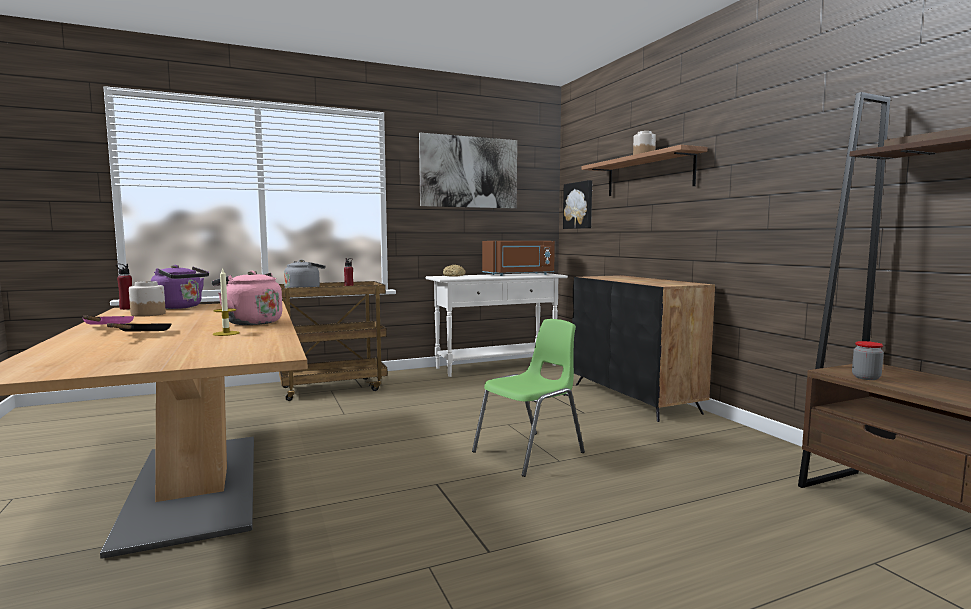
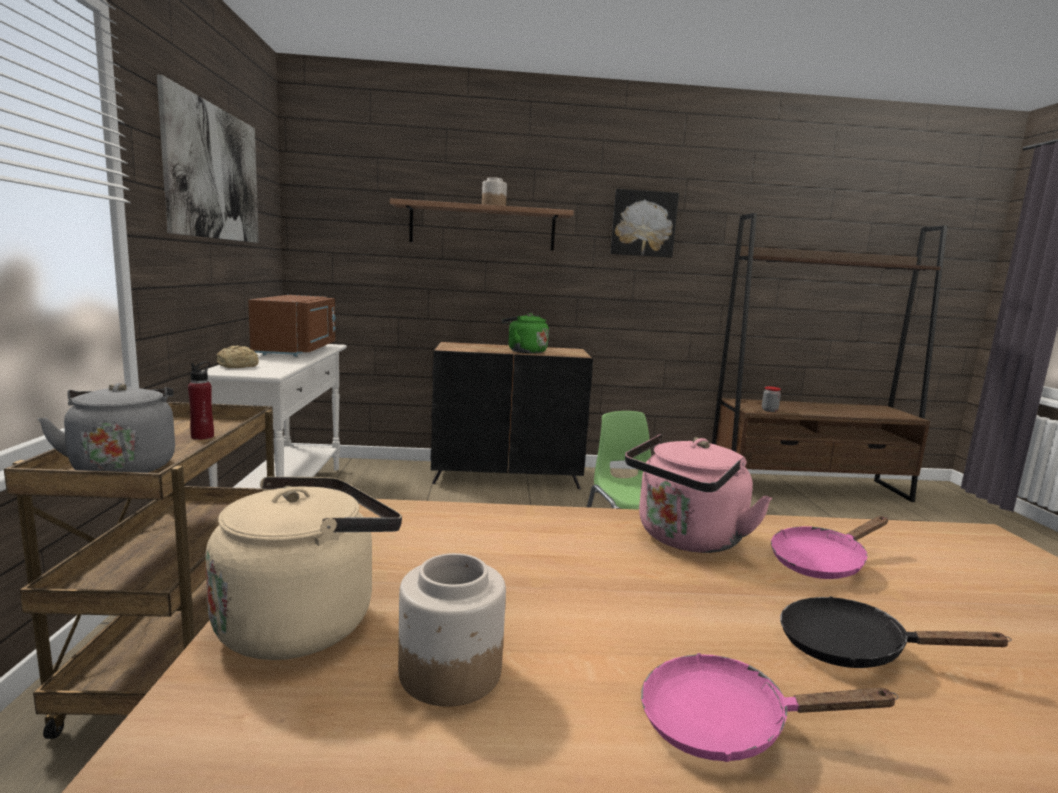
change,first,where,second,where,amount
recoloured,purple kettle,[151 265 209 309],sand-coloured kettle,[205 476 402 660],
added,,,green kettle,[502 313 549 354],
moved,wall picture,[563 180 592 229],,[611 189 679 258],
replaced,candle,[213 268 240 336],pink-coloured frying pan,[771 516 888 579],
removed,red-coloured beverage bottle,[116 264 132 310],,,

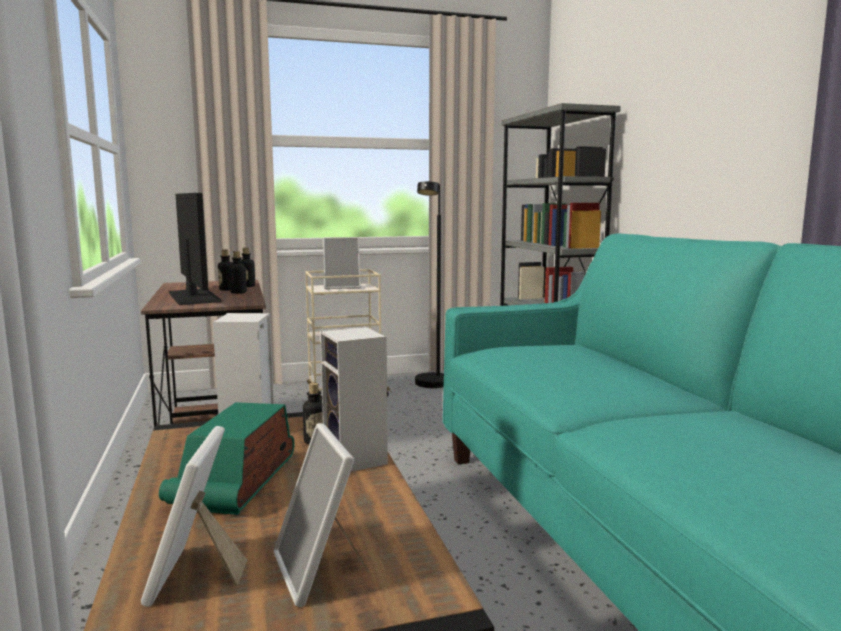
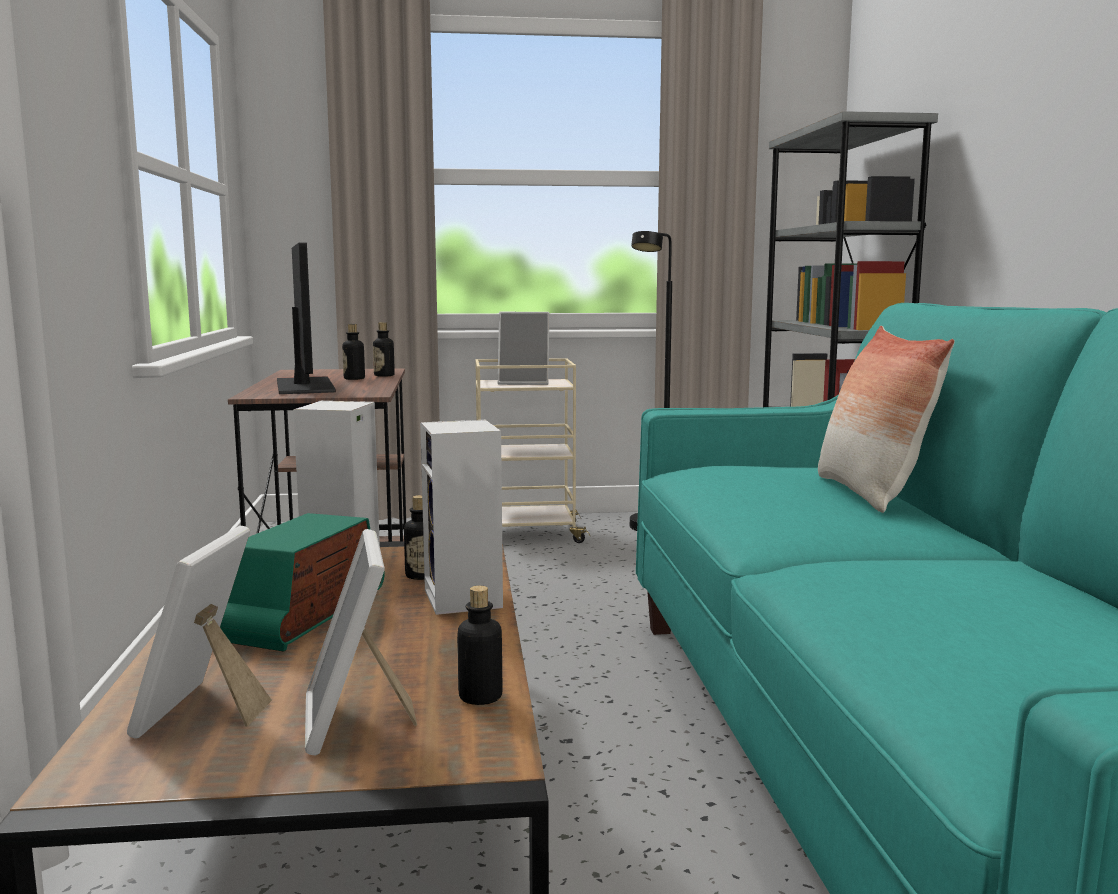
change,first,where,second,where,amount
moved,beverage bottle,[229 251 247 294],,[457 586 502 705],
added,,,throw pillow,[818 326 955 513],

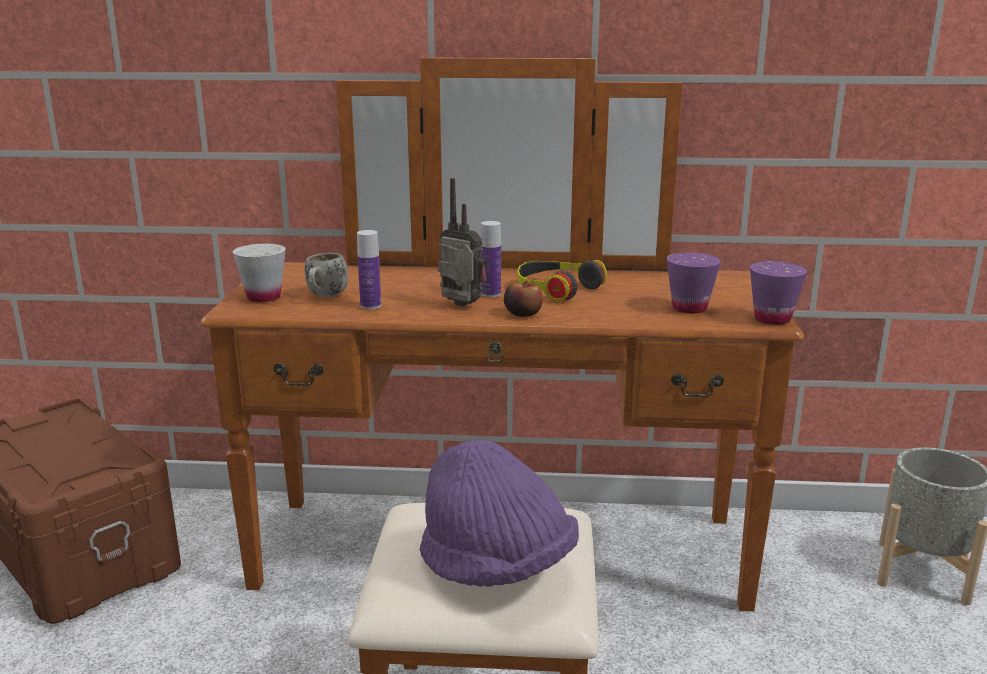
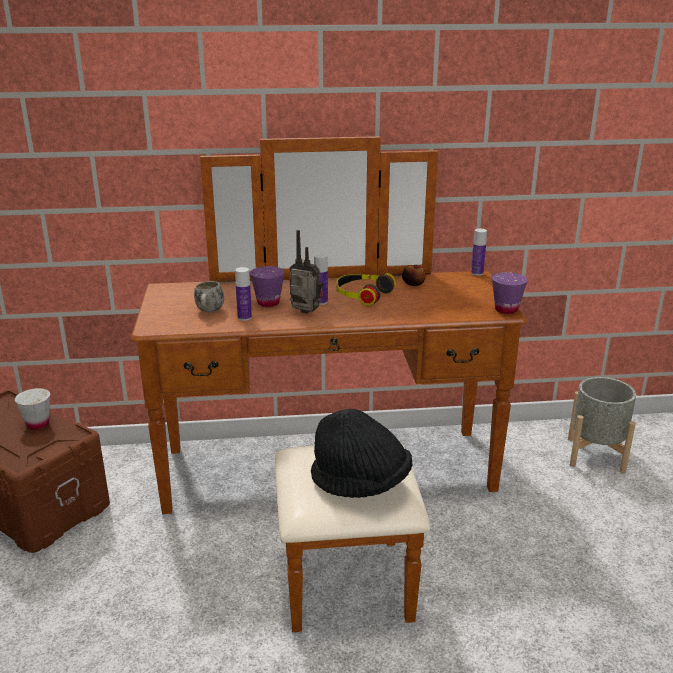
change,first,where,second,where,amount
moved,whitish drinking cup,[233 244 286 302],,[15 388 50 429],
moved,purple drinking cup,[666 252 721 314],,[250 266 285 307],
recoloured,purple clothing hat,[420 440 579 587],blackish clothing hat,[311 409 413 498],
moved,whole apple,[504 281 543 317],,[402 265 426 286],
added,,,beverage bottle,[471 229 487 276],

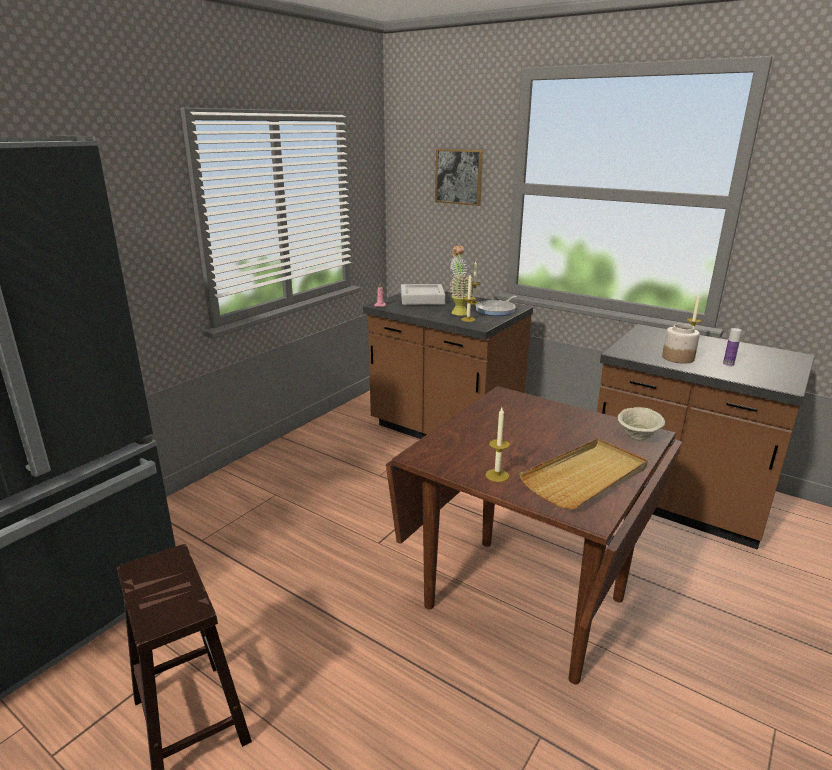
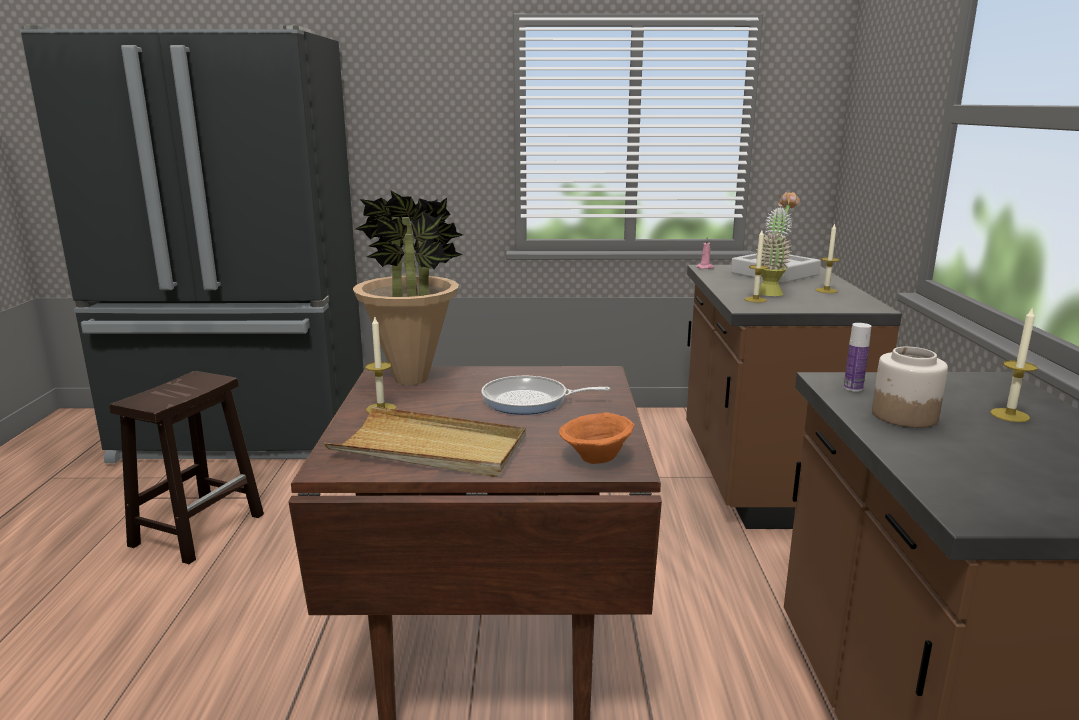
change,first,where,second,where,amount
added,,,potted plant,[353 191 463 385],
moved,frying pan,[475 296 517 316],,[482 376 611 415],
recoloured,sand-coloured serving bowl,[618 407 665 441],orange serving bowl,[559 412 634 464],
moved,beverage bottle,[723 328 742 366],,[844 323 871 392],
removed,wall picture,[435 149 483 206],,,

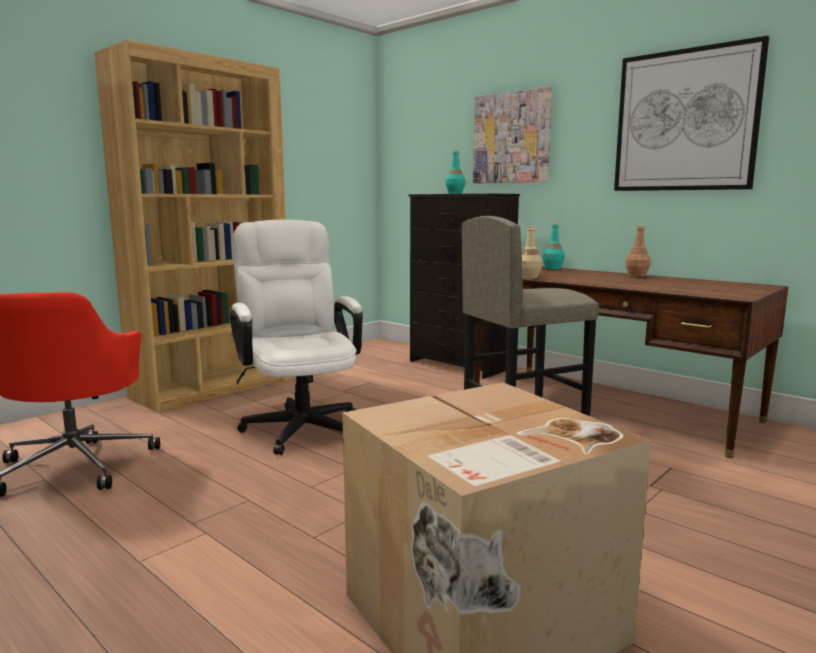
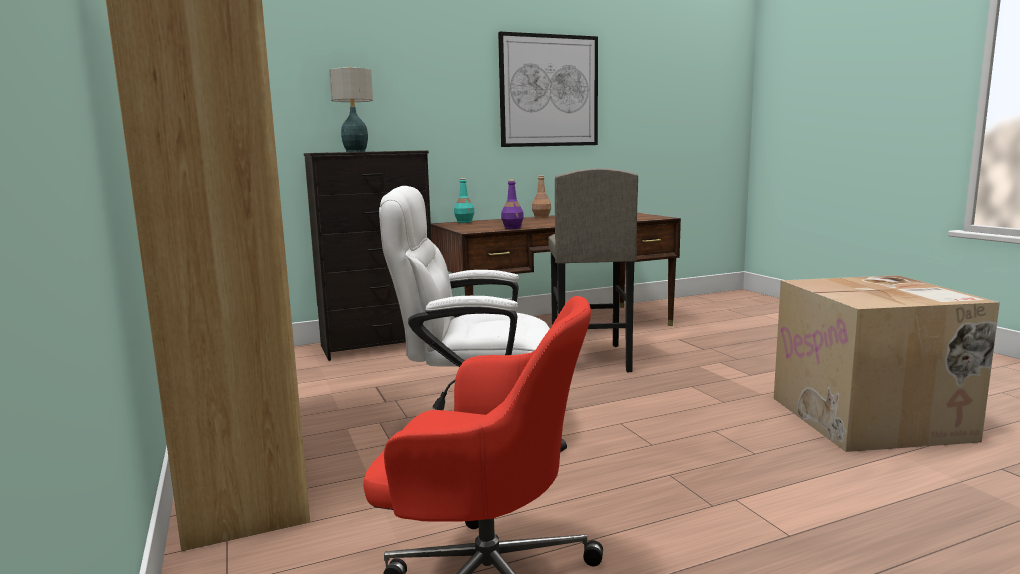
change,first,where,second,where,amount
replaced,turquoise-coloured beverage bottle,[446 150 465 194],tabletop lamp,[329 67 373 152],
recoloured,sand-coloured beverage bottle,[522 226 542 279],purple beverage bottle,[501 180 524 229],
removed,wall picture,[473 86 552 183],,,

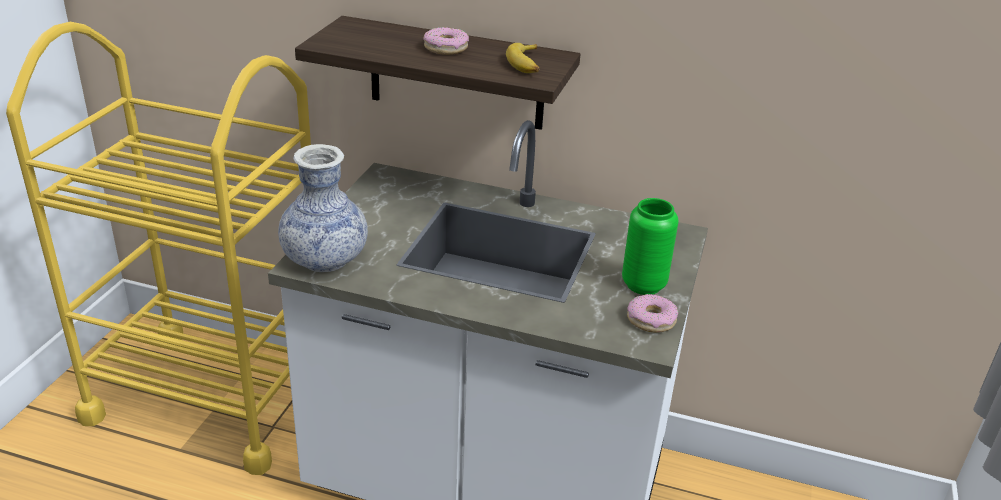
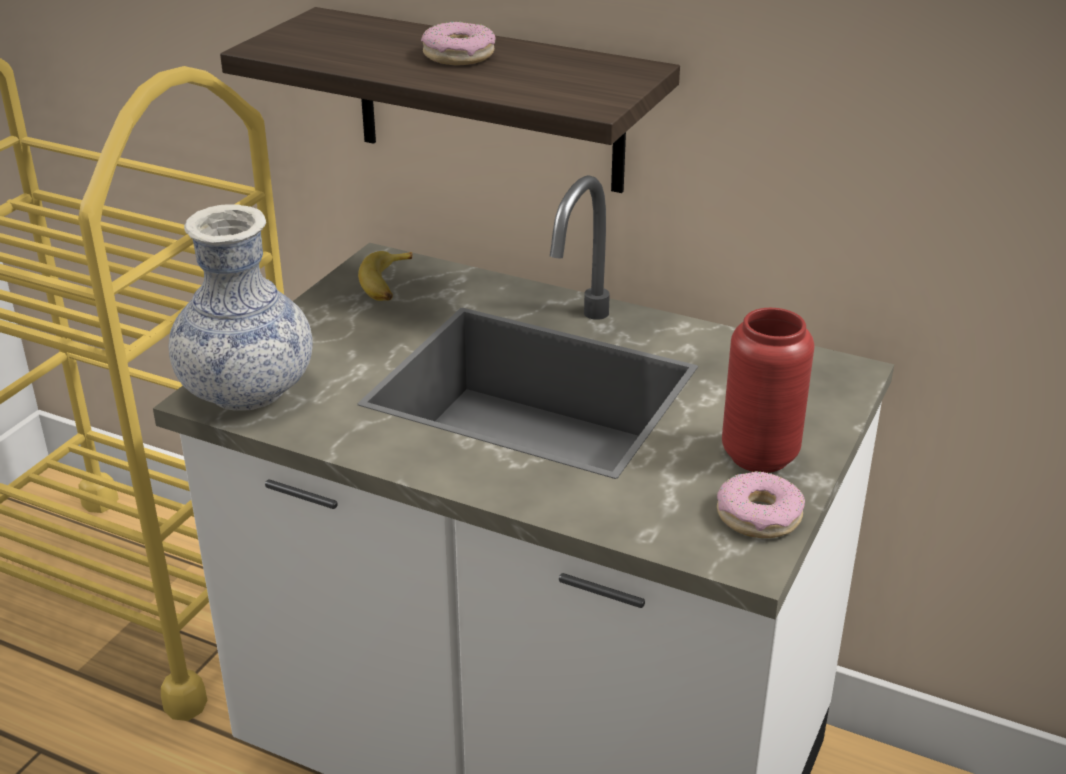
change,first,where,second,where,amount
moved,banana fruit,[506 43 540 73],,[358 251 412 301],
recoloured,green decorative vase,[622 198 679 295],red-coloured decorative vase,[722 308 814 473],

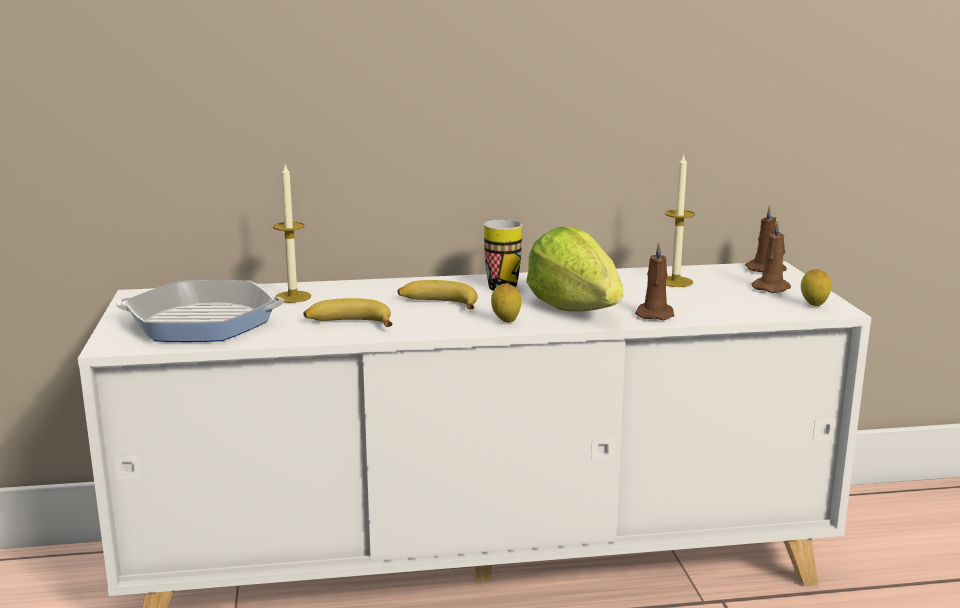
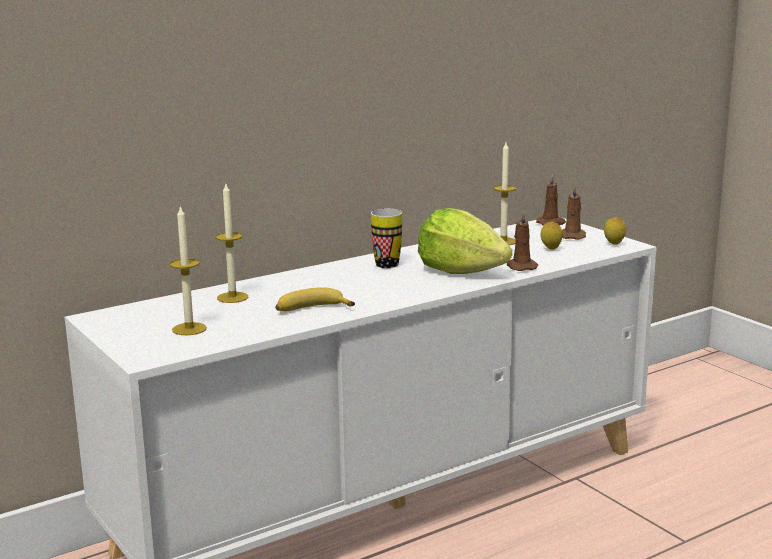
change,first,where,second,where,amount
replaced,frying pan,[115 280 284 342],candle,[170 205 207 335],
moved,lemon,[491 284 521 322],,[541 222 563 249],
removed,banana fruit,[398 280 478 309],,,

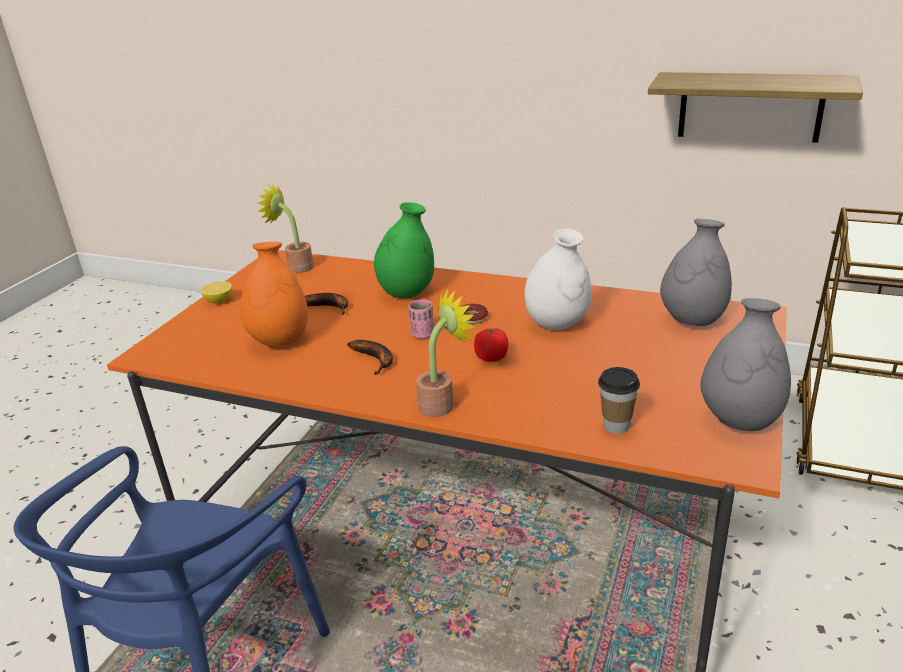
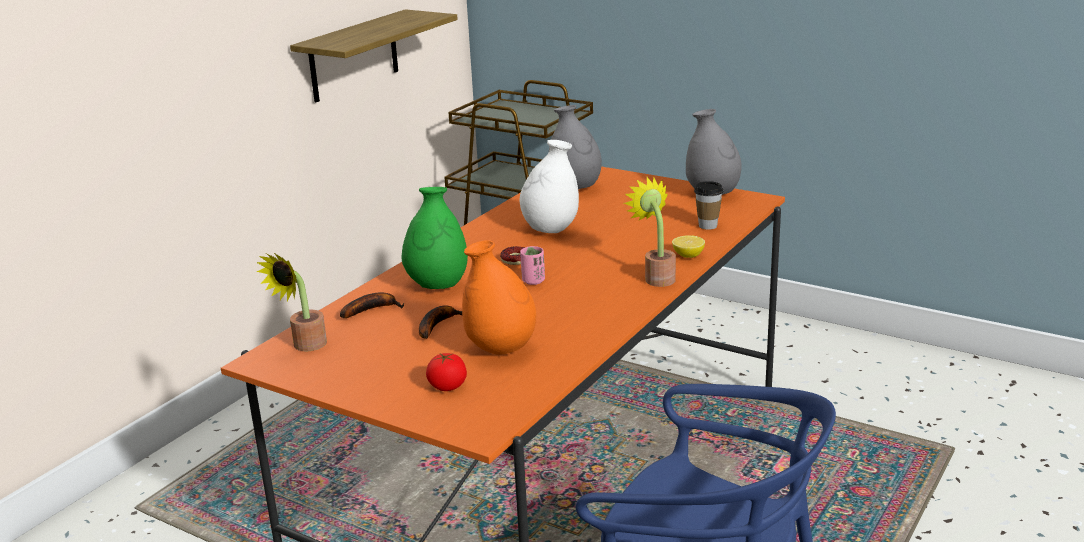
change,first,where,second,where,amount
moved,banana fruit,[347 340 393 375],,[340 292 404 318],
moved,fresh tomato,[474 328 508 362],,[426 353 467 391],
moved,lemon,[201 281 232 303],,[672 235 705 258],

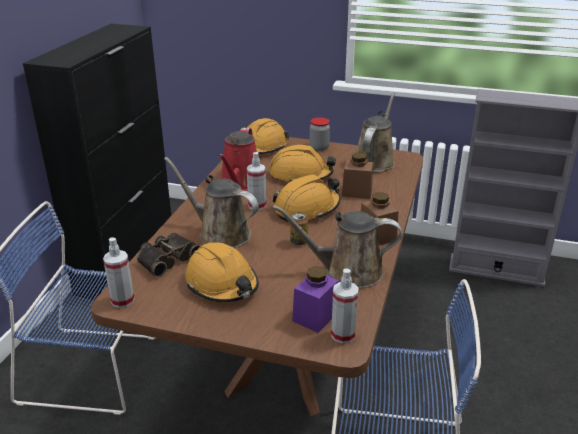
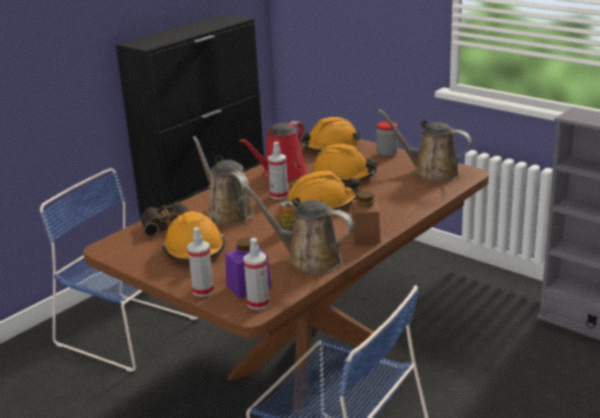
change,first,where,second,where,amount
moved,sprayer,[103 238 135 308],,[188 227 214 297],
turned,brown sprinkling can,[356 93 395 172],,[378 109 472 182],105 degrees counterclockwise
removed,brown jar,[342 153 373 199],,,

